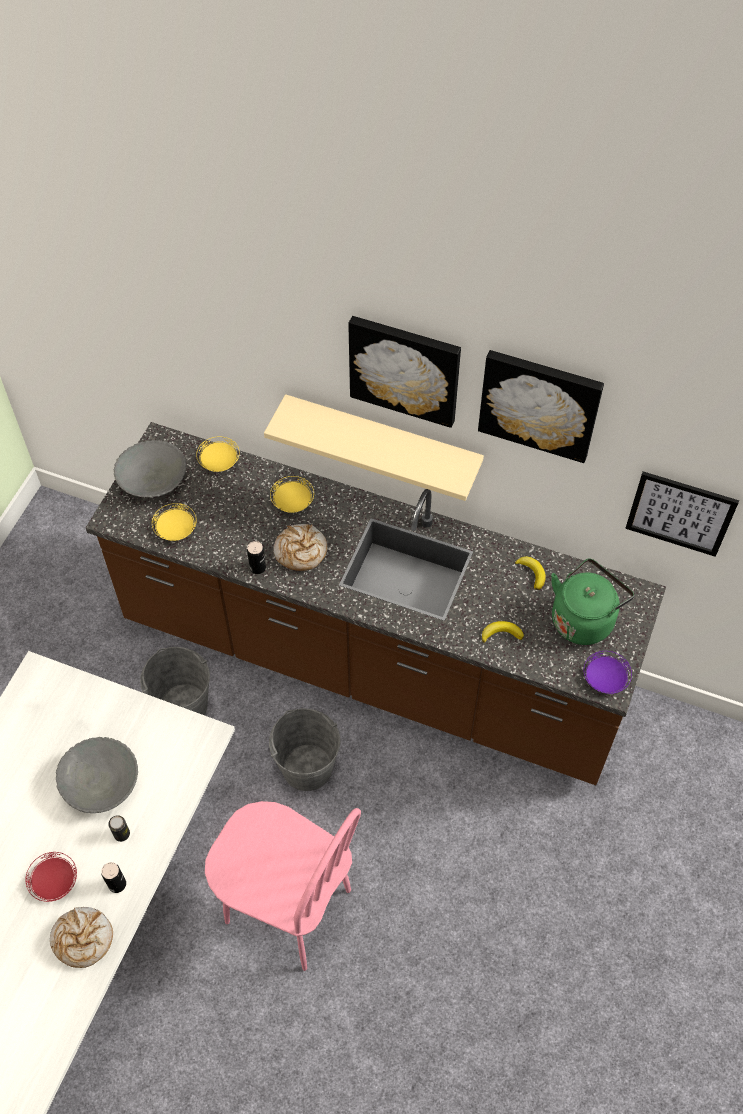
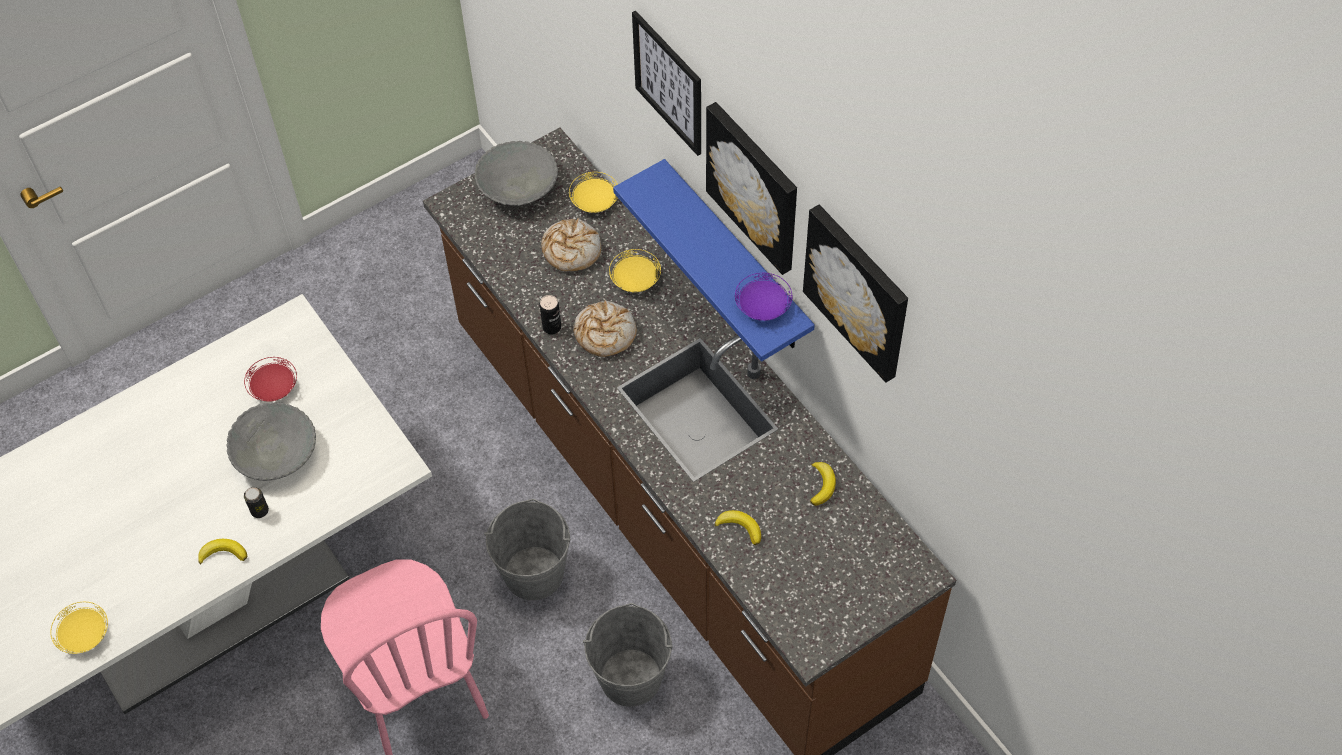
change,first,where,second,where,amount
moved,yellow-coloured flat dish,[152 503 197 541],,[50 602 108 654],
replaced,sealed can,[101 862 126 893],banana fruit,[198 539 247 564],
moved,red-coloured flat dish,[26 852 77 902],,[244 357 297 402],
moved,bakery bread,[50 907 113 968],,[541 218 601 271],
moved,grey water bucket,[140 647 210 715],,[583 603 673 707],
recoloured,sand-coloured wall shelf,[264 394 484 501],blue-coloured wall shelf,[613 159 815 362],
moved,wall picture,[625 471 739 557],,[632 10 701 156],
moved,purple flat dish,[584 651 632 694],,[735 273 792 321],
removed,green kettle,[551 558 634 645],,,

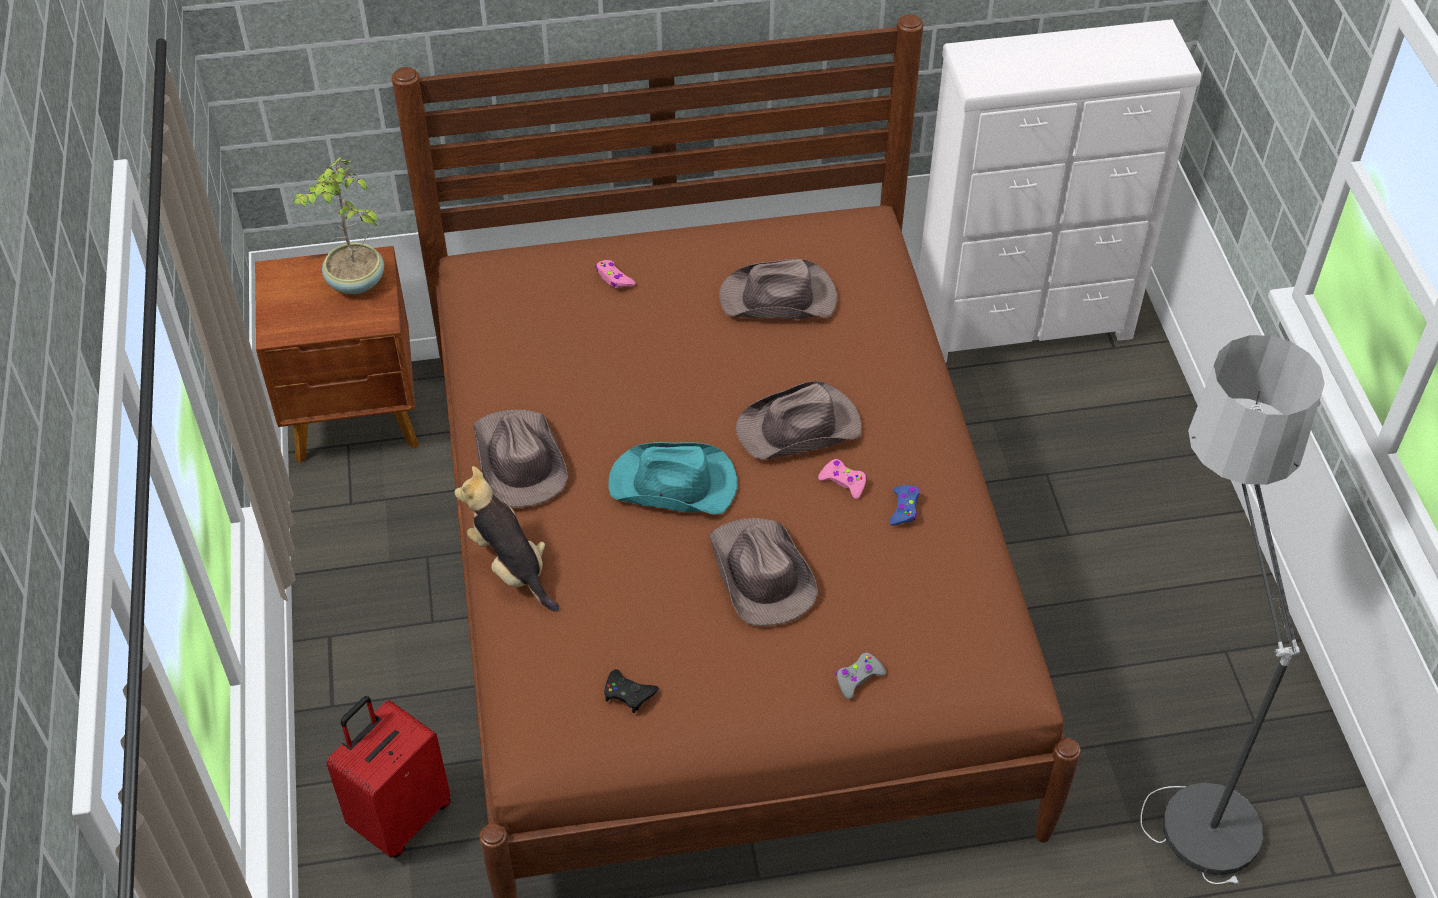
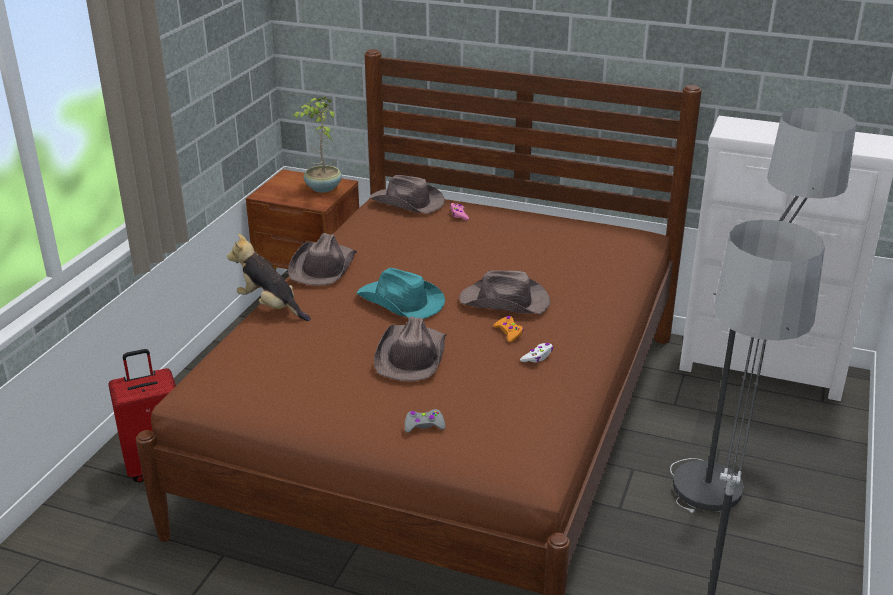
change,first,where,second,where,amount
turned,cuddly toy,[454 466 559 612],,[227 234 311 321],45 degrees counterclockwise
moved,brown clothing hat,[719 259 837 319],,[370 175 445 214],
recoloured,pink-coloured gamepad,[818 459 867 499],orange gamepad,[493 316 524 342],
recoloured,blue-coloured gamepad,[889 485 920 526],whitish gamepad,[520 343 553 362],
added,,,standing lamp,[670 107 857 514],
removed,blackish gamepad,[604 669 659 713],,,

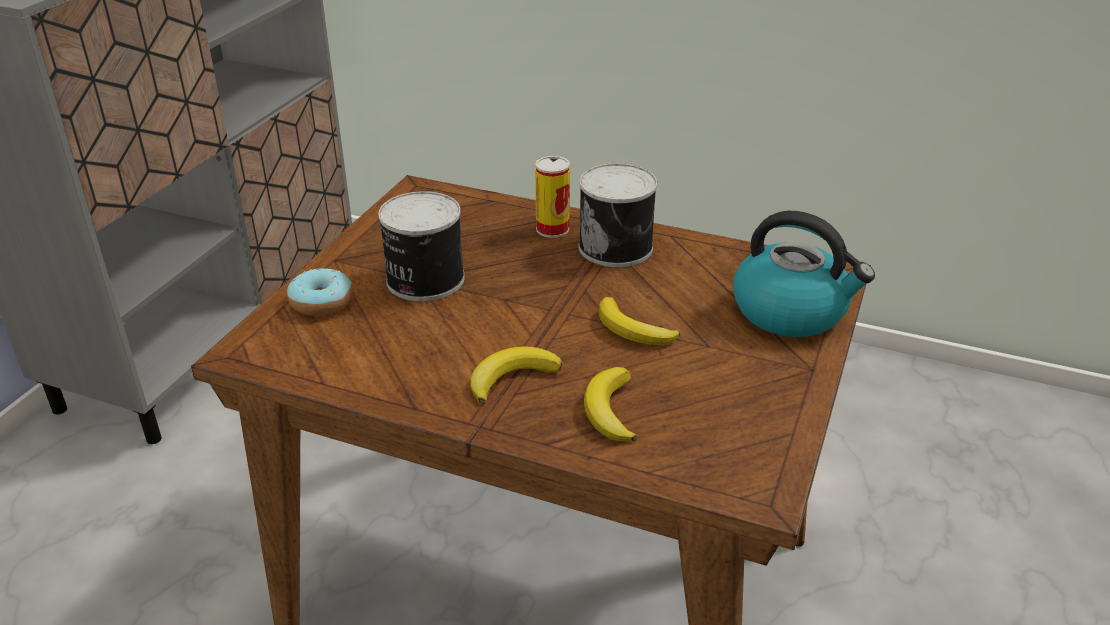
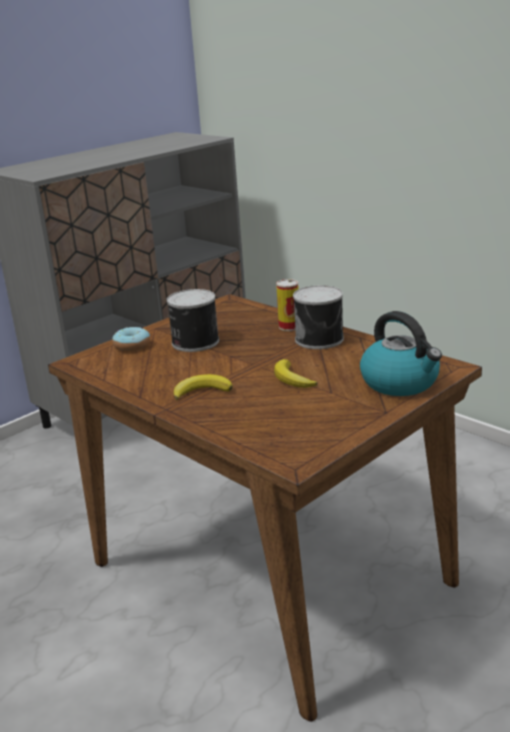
change,first,where,second,where,amount
removed,banana fruit,[584 367 638 442],,,

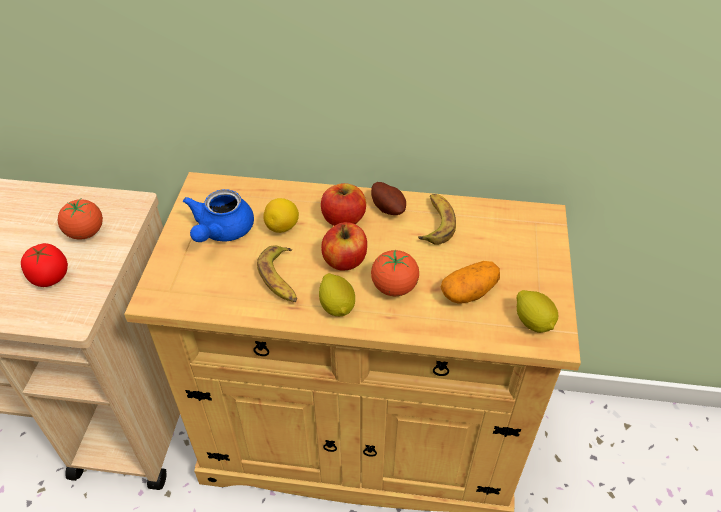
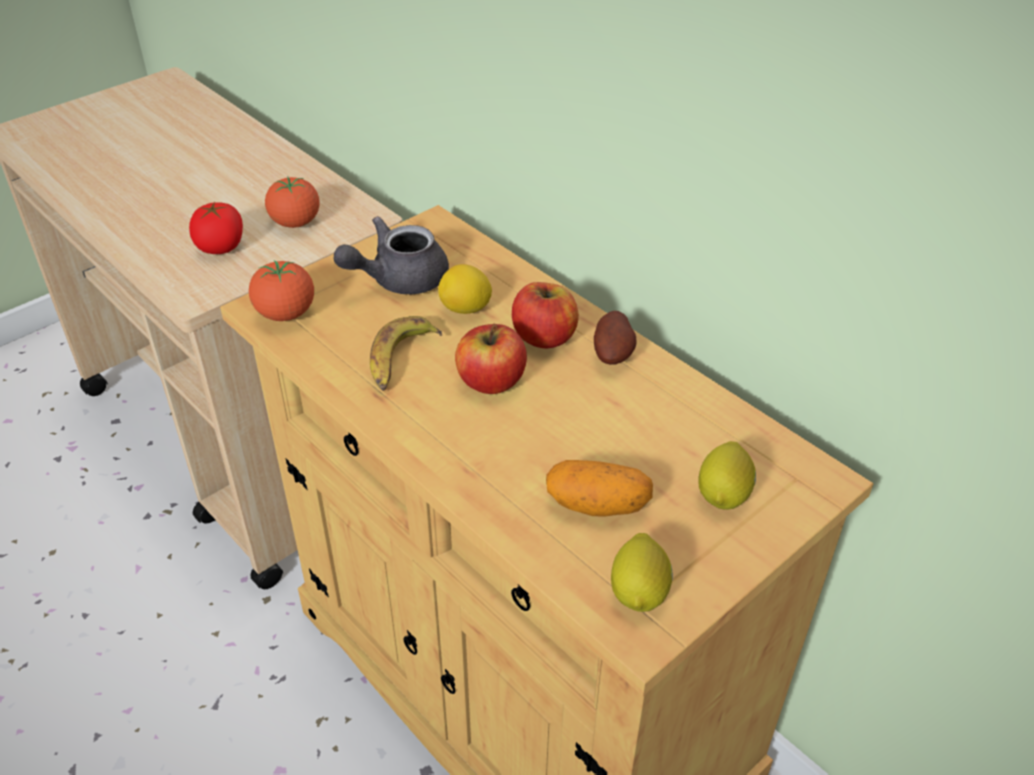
change,first,where,second,where,amount
moved,fresh tomato,[371 250 419 296],,[249 260 314 321],
recoloured,blue-coloured pot for tea,[183 189 254 242],grey pot for tea,[334 216 449 294],
moved,lemon,[319 273 355 316],,[698 441 756 510],
removed,banana fruit,[418 194 456 245],,,

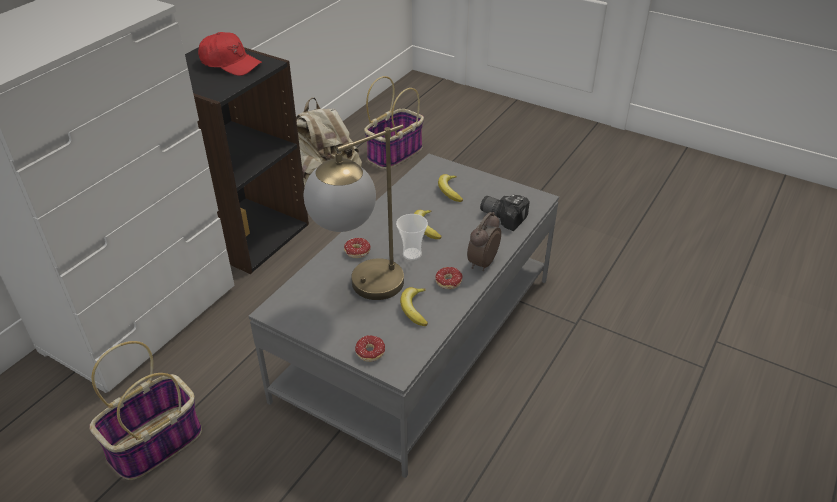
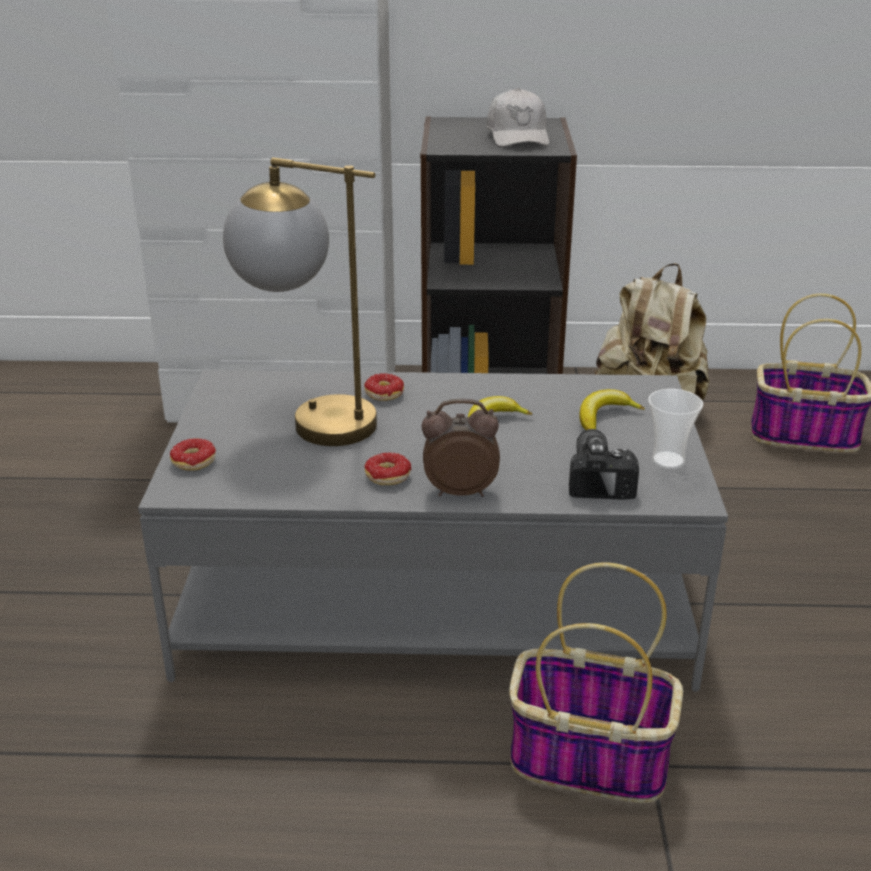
change,first,where,second,where,amount
recoloured,red-coloured peaked cap,[198 32 262 76],whitish peaked cap,[487 88 549 147],
moved,storage basket,[90 341 202 480],,[509 562 683 803],
moved,drinking cup,[396 214 428 260],,[648 389 703 469],
removed,banana fruit,[400 287 428 326],,,

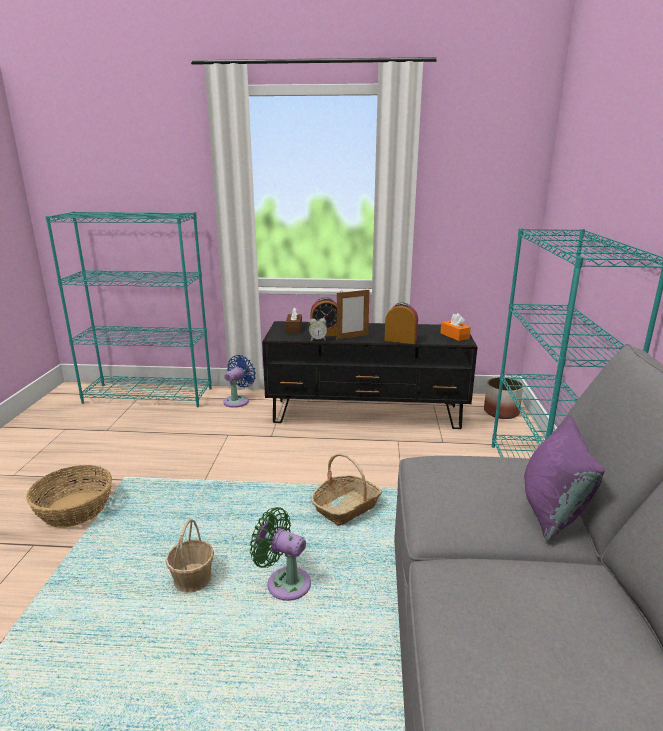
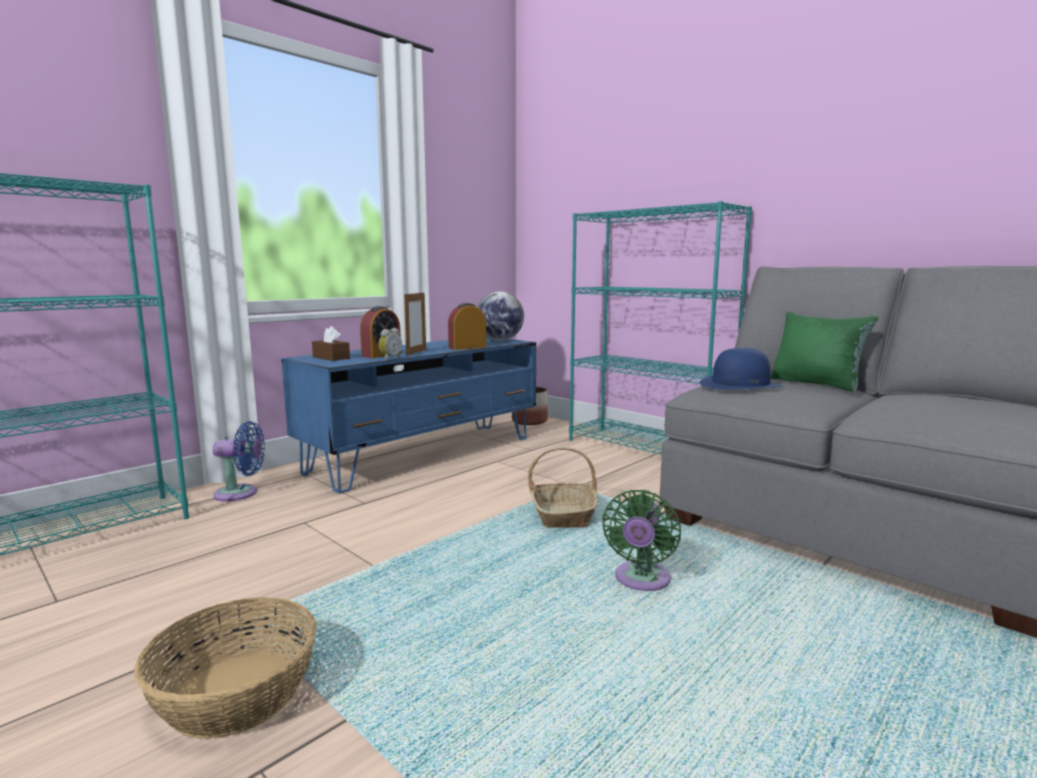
change,first,where,second,where,amount
turned,blue-coloured electric fan,[223 355 256 408],,[213 421 265 502],105 degrees clockwise
recoloured,blackish tv stand,[262 321 478 429],blue-coloured tv stand,[281 337 536 493],
replaced,orange tissue box,[440 313 471 341],globe,[477 291 524 341],
turned,green electric fan,[250 507 311 601],,[602 490 681 591],45 degrees counterclockwise
added,,,blue-coloured clothing hat,[699 348 783 390],
recoloured,purple throw pillow,[524 415 605 541],green throw pillow,[771 312 878 392],
removed,storage basket,[165 519 214 593],,,

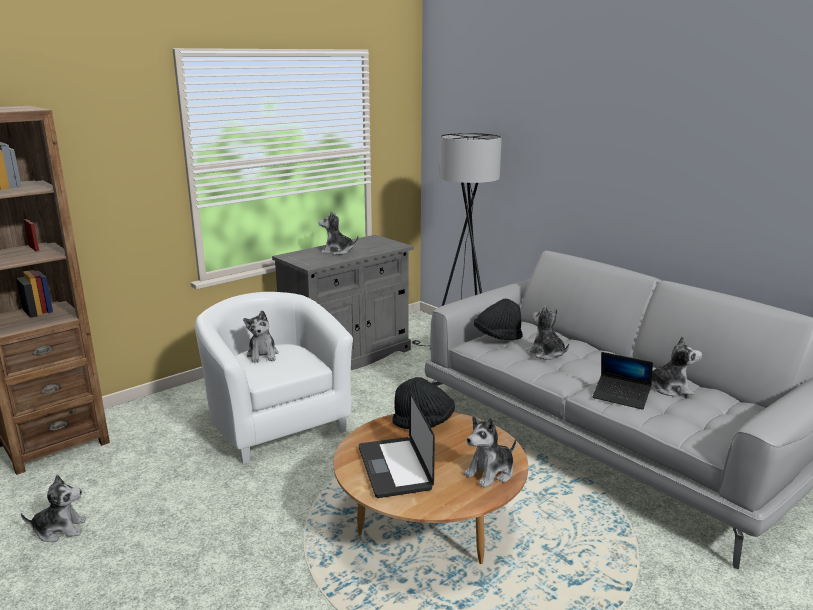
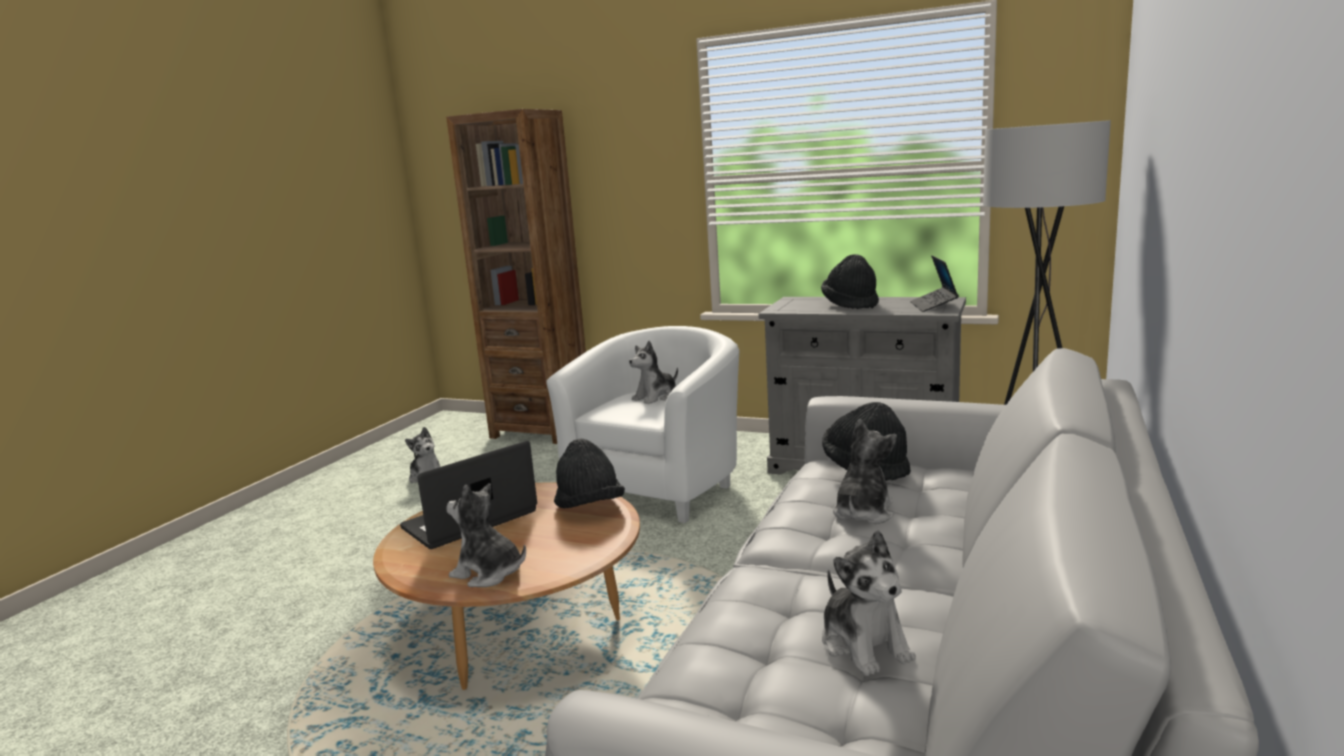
change,first,where,second,where,amount
replaced,cuddly toy,[319 211 359 255],blackish clothing hat,[821 254 879 309],
moved,portable computer,[593 352 653 410],,[910 255 959 312],

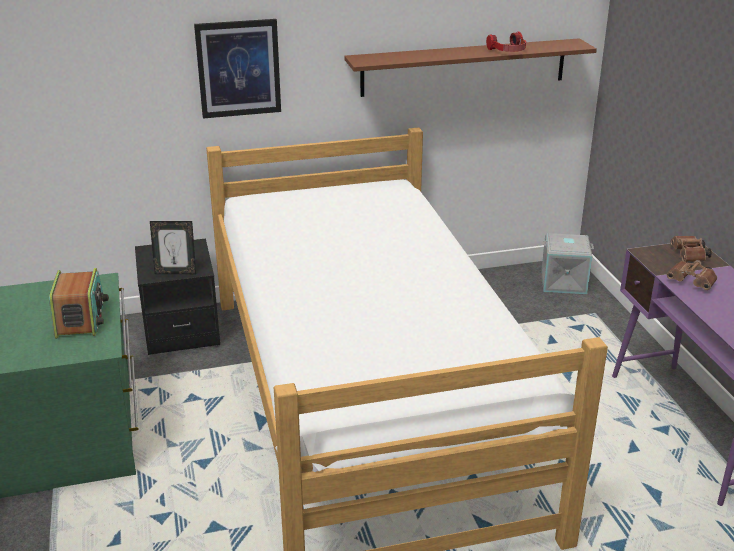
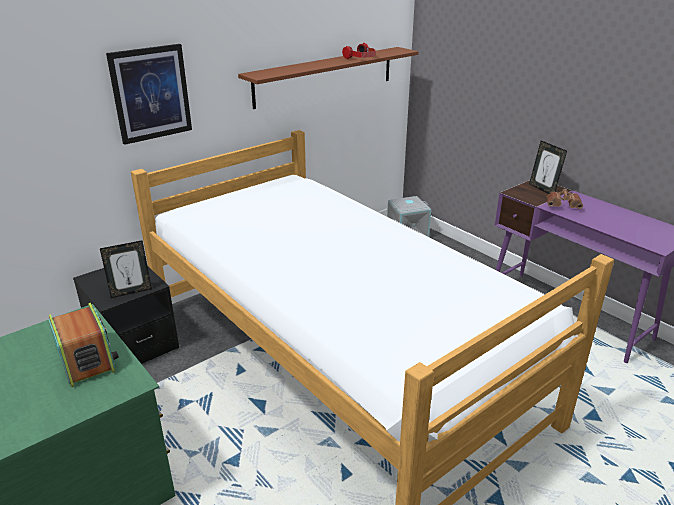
change,first,where,second,where,amount
replaced,brown field glasses,[671 236 712 262],photo frame,[529 141 567 194],

